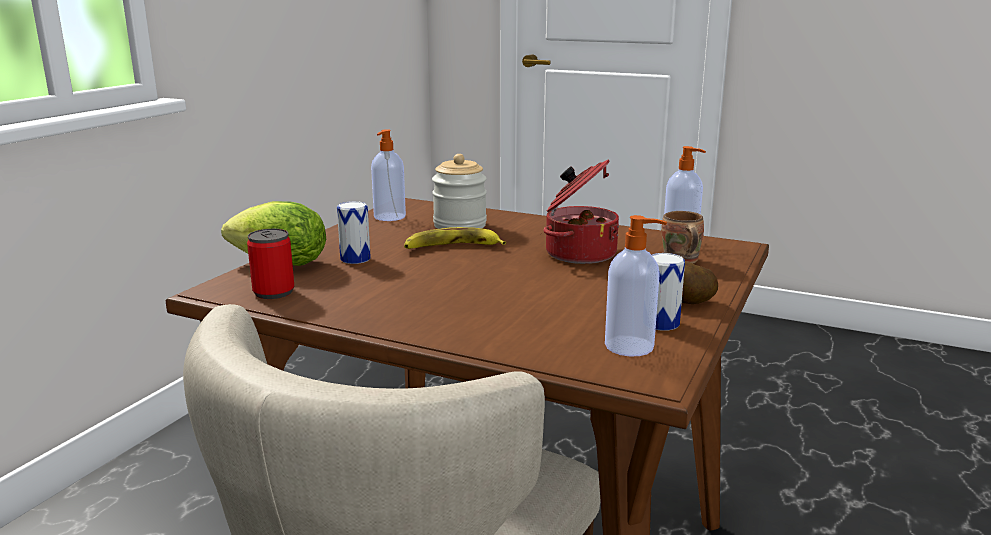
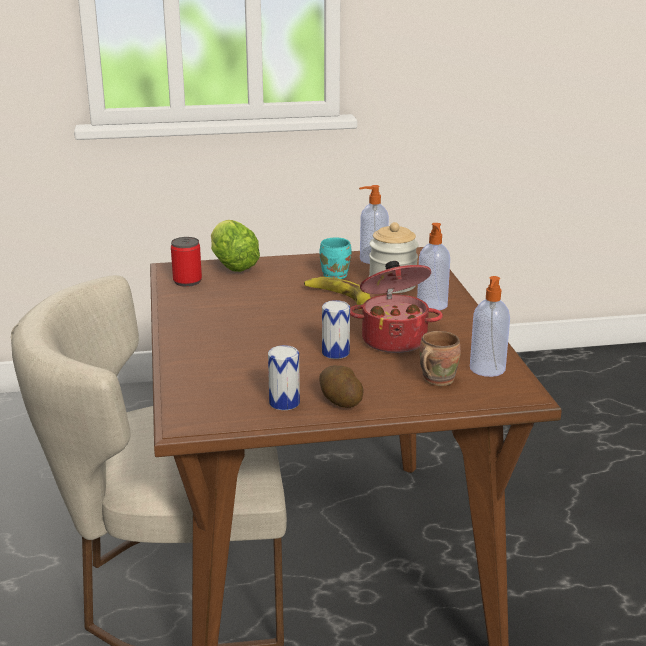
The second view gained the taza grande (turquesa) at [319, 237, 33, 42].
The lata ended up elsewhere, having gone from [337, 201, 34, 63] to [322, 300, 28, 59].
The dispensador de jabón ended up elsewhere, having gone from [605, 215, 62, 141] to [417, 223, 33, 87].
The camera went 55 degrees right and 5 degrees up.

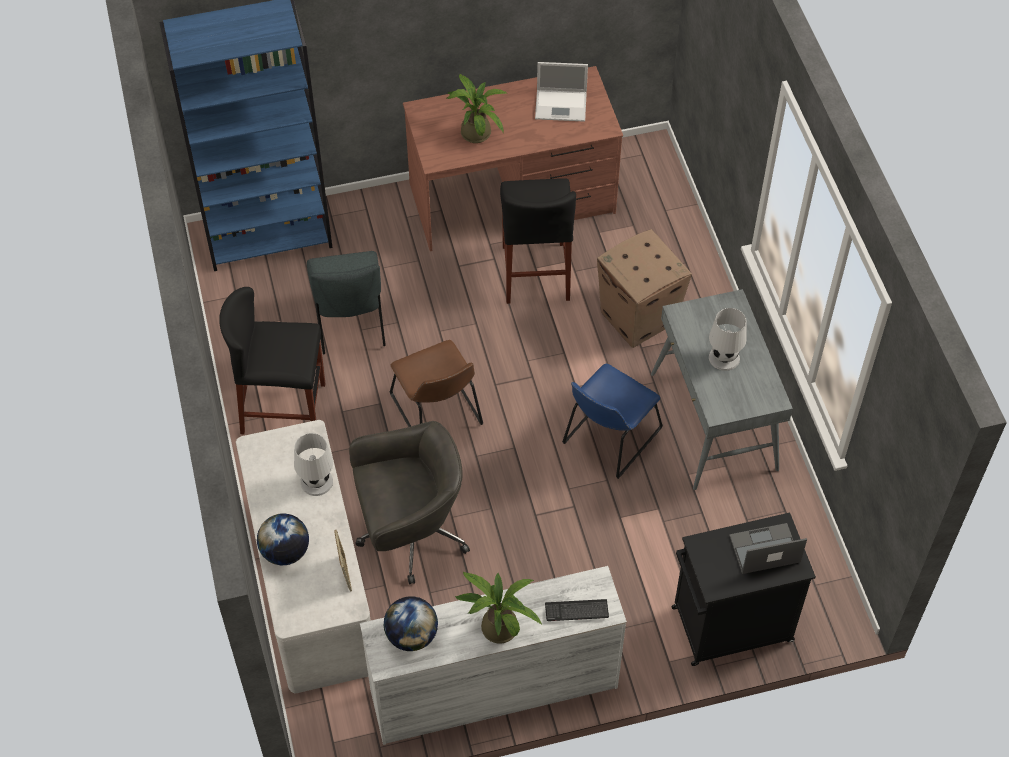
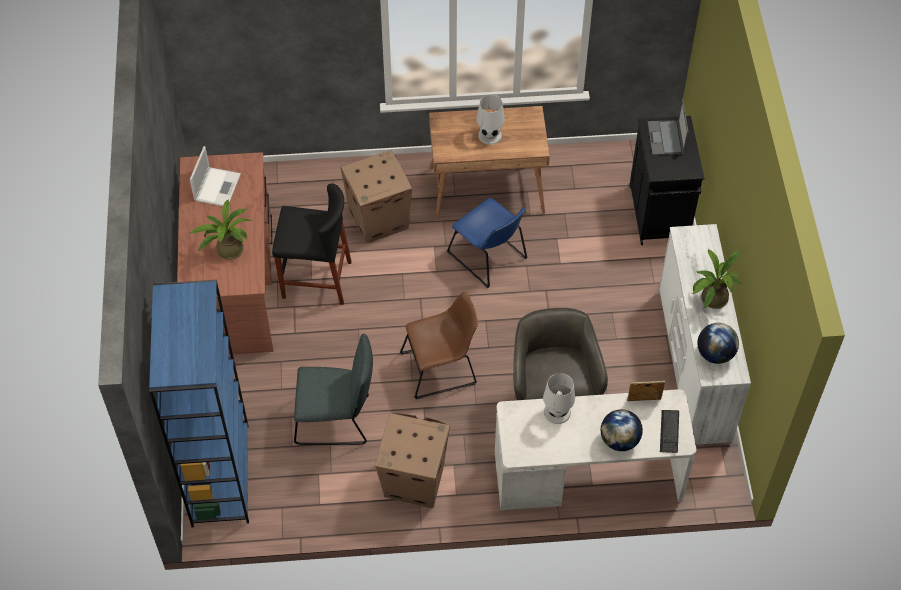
Where the taburete (negro) stood at [219, 287, 107, 147], the caja de cartón came to stand at [375, 413, 75, 95].
What was the escritorio (gris) at [651, 289, 142, 201] turned into the escritorio (marrón) at [429, 106, 121, 115].
The teclado ended up elsewhere, having gone from [545, 599, 64, 22] to [660, 410, 19, 43].
The camera went 80 degrees left and 0 degrees up.

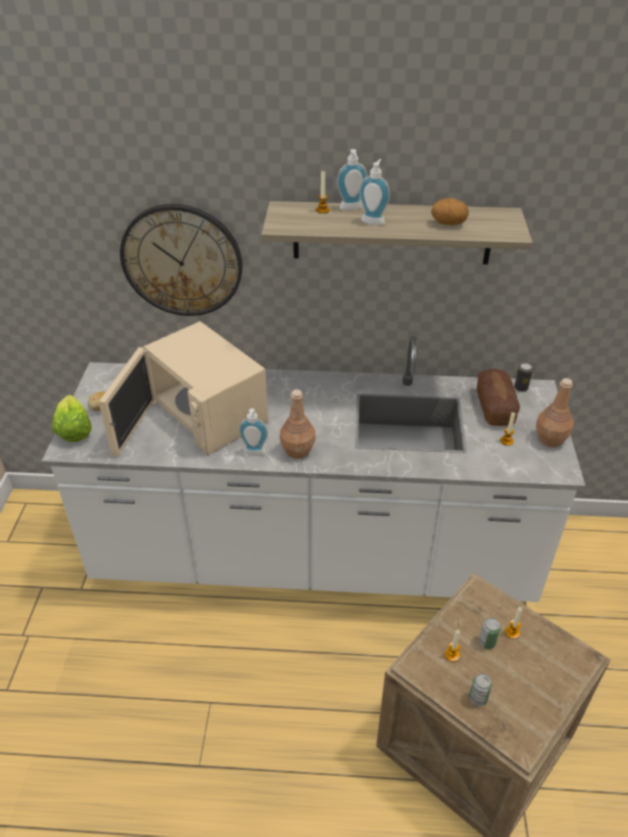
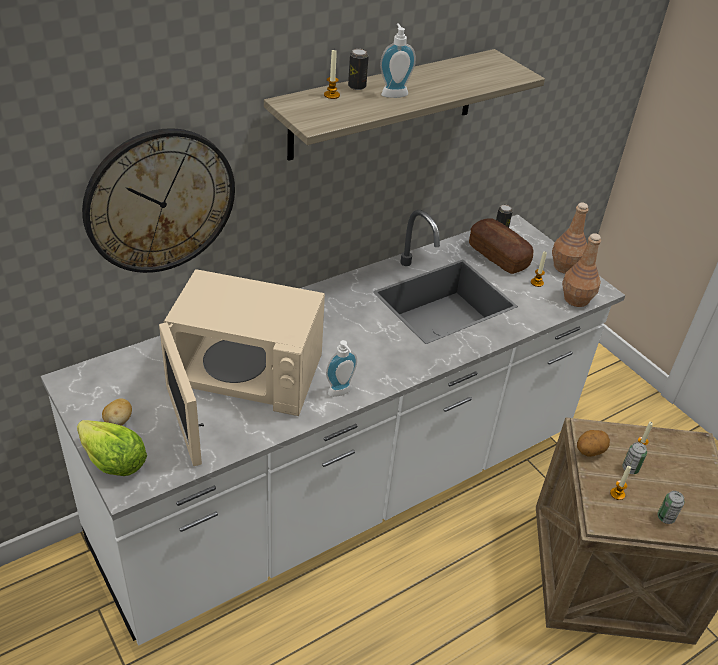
Where the dispensador de jabón stood at [337, 149, 31, 61], the lata came to stand at [348, 49, 21, 41].
The botella (marrón) ended up elsewhere, having gone from [280, 389, 36, 70] to [562, 233, 39, 74].
The patata ended up elsewhere, having gone from [431, 198, 38, 27] to [577, 430, 33, 27].
The camera went 40 degrees left and 0 degrees up.

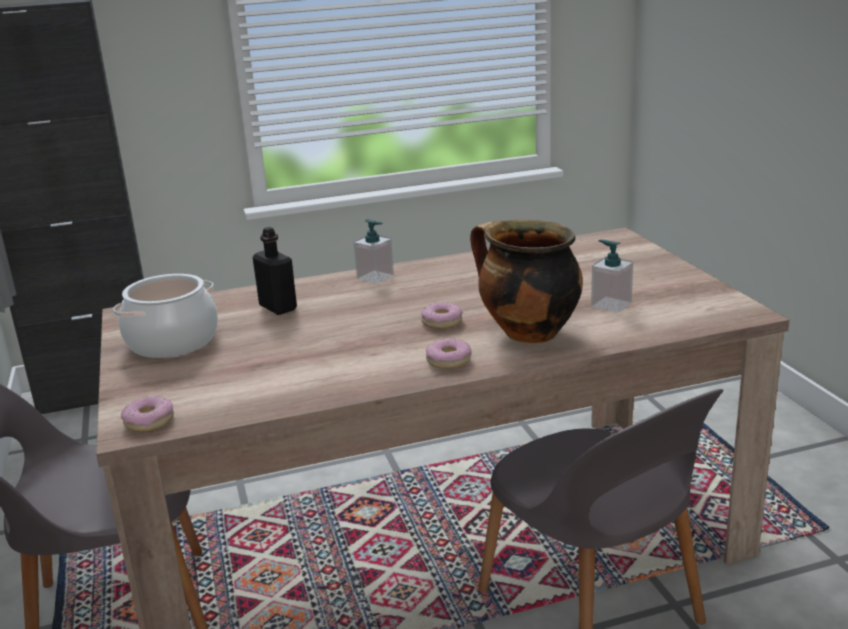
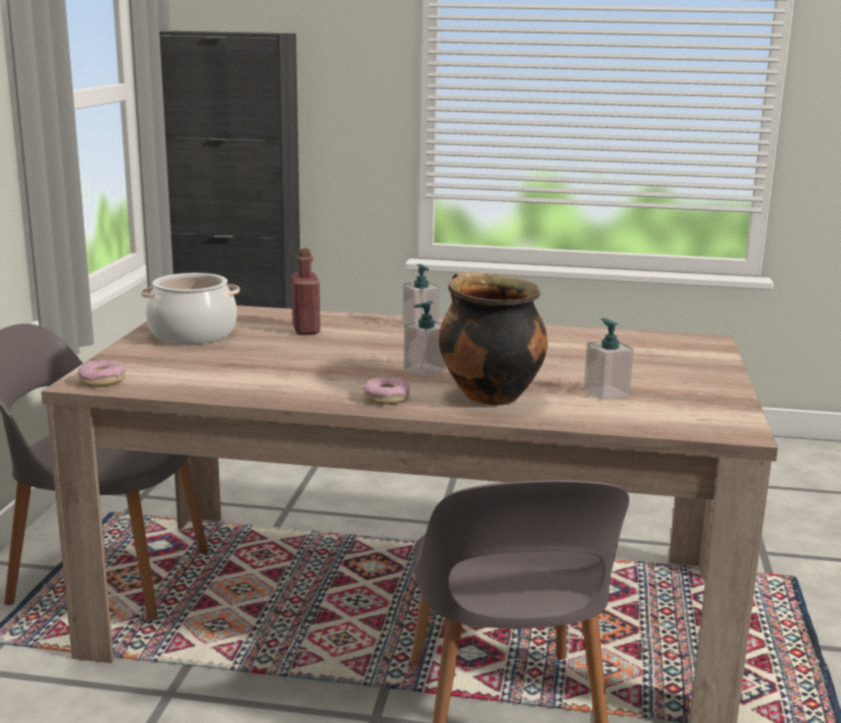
What was the botella (negro) at [252, 227, 45, 88] turned into the botella (rojo) at [292, 248, 28, 87].
Where the rosquilla stood at [421, 302, 42, 27], the dispensador de jabón came to stand at [404, 301, 44, 76].
The camera went 25 degrees right and 5 degrees down.

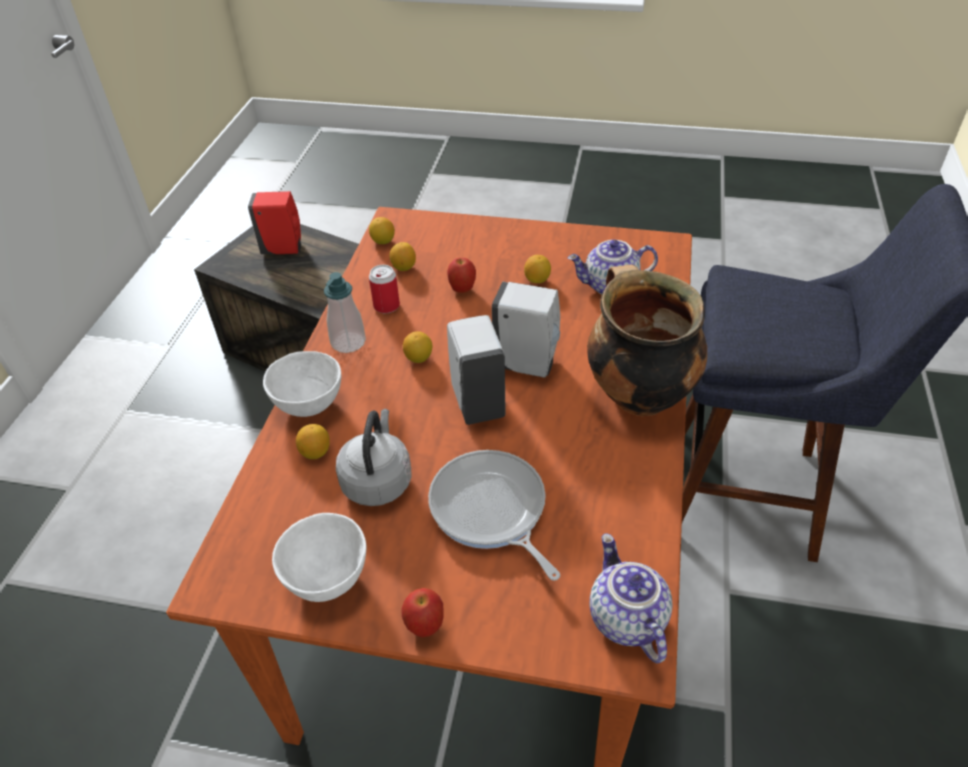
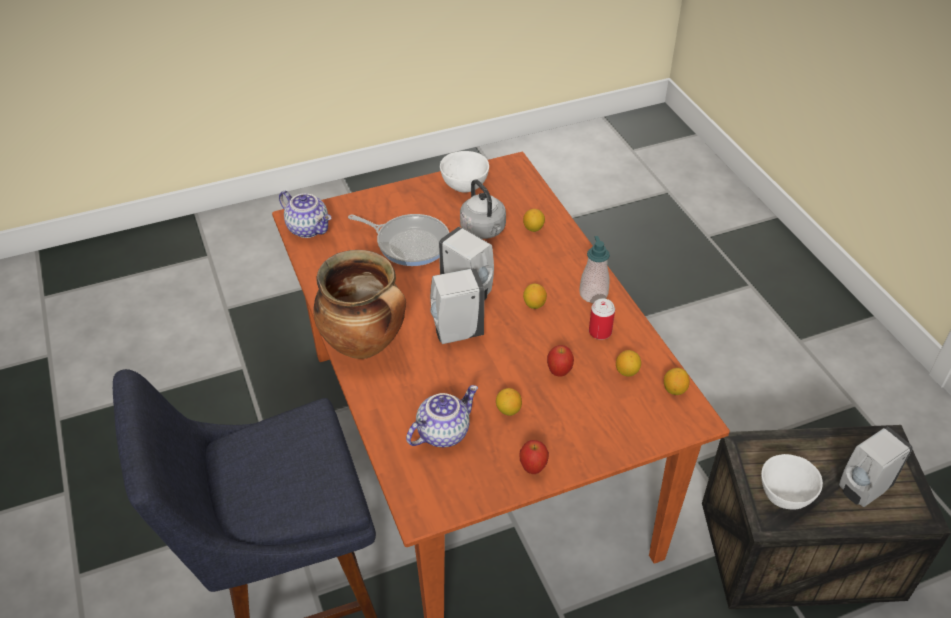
The manzana ended up elsewhere, having gone from [401, 588, 43, 49] to [520, 440, 29, 34].
The cuenco (blanco) ended up elsewhere, having gone from [263, 351, 78, 66] to [761, 454, 62, 56].
What was the dispensador de jabón (rojo) at [248, 191, 53, 63] turned into the dispensador de jabón (blanco) at [839, 427, 74, 80].
The camera went 145 degrees right and 0 degrees up.

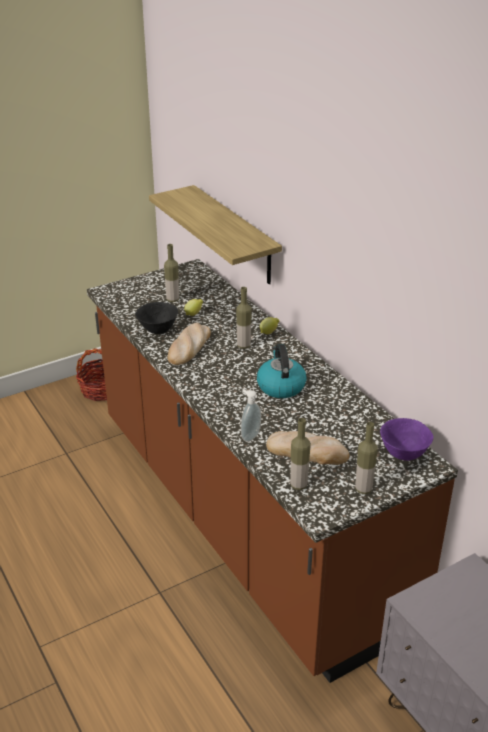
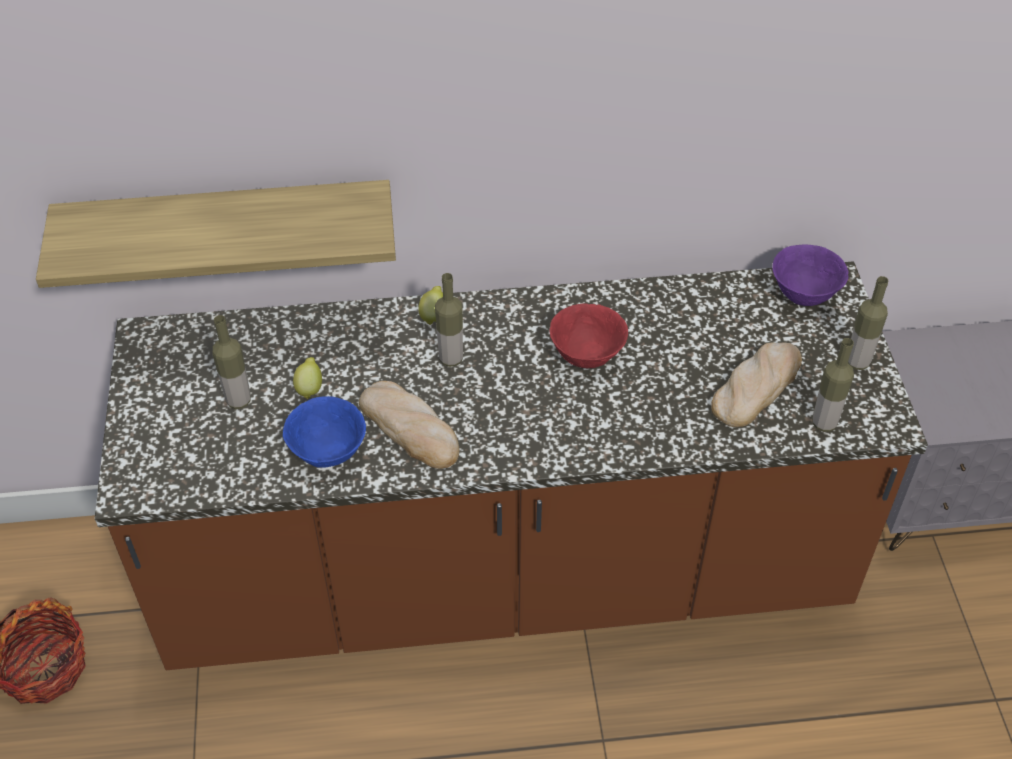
What was the cuenco (negro) at [135, 302, 43, 32] turned into the cuenco (azul) at [283, 396, 83, 72].
Where the hervidor stood at [257, 344, 50, 54], the cuenco (rojo) came to stand at [549, 303, 79, 65].
The second view lost the dispensador de jabón at [241, 389, 20, 53].
The camera went 65 degrees left and 15 degrees up.

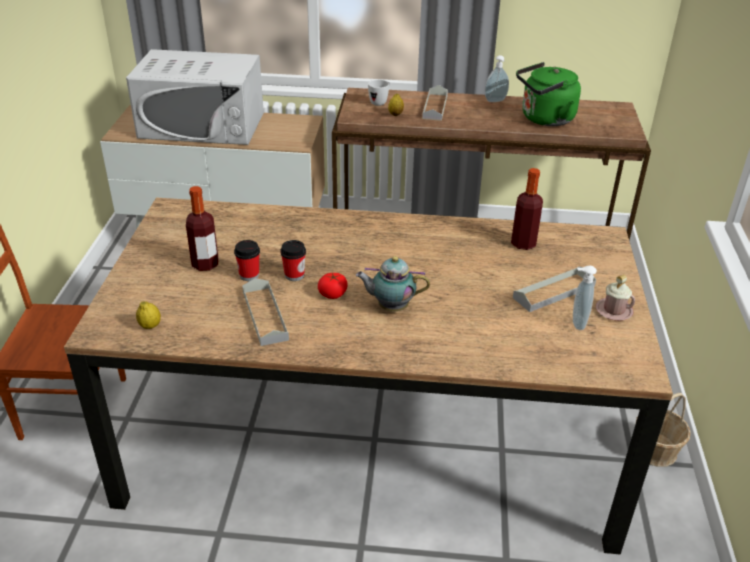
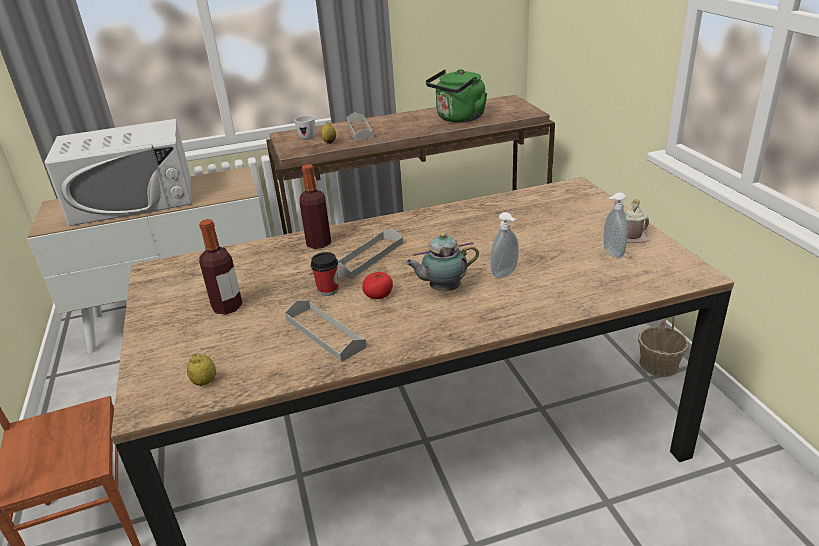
The botella ended up elsewhere, having gone from [511, 168, 32, 82] to [299, 164, 32, 85].
The bandeja (gris) ended up elsewhere, having gone from [513, 266, 83, 46] to [337, 228, 66, 51].
The dispensador de jabón ended up elsewhere, having gone from [485, 55, 24, 47] to [490, 212, 29, 66].
The second view lost the taza at [234, 240, 26, 41].
The camera went 20 degrees left and 5 degrees down.

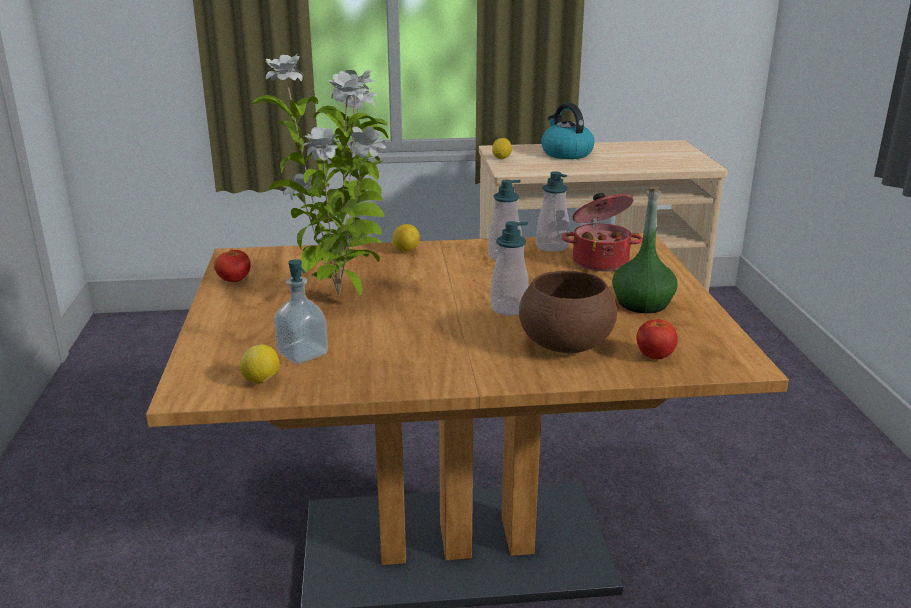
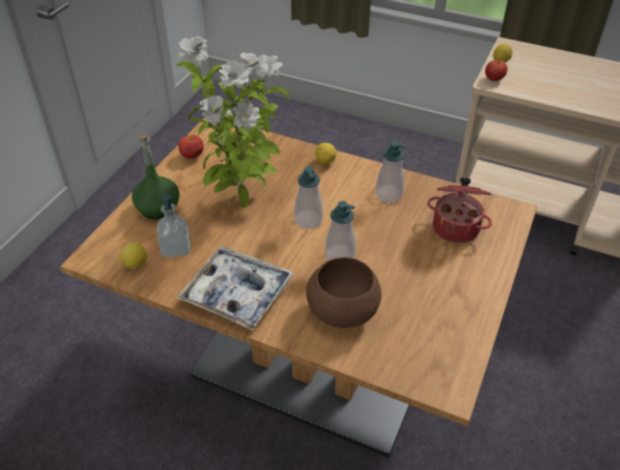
The botella (verde) ended up elsewhere, having gone from [612, 186, 66, 127] to [132, 135, 48, 84].
The second view gained the bandeja at [176, 246, 118, 85].
The dispensador de jabón ended up elsewhere, having gone from [536, 171, 33, 81] to [295, 166, 28, 63].
The tomate ended up elsewhere, having gone from [636, 319, 42, 41] to [485, 60, 22, 21].
The second view lost the hervidor at [541, 103, 54, 56].
The camera went 30 degrees right and 20 degrees up.

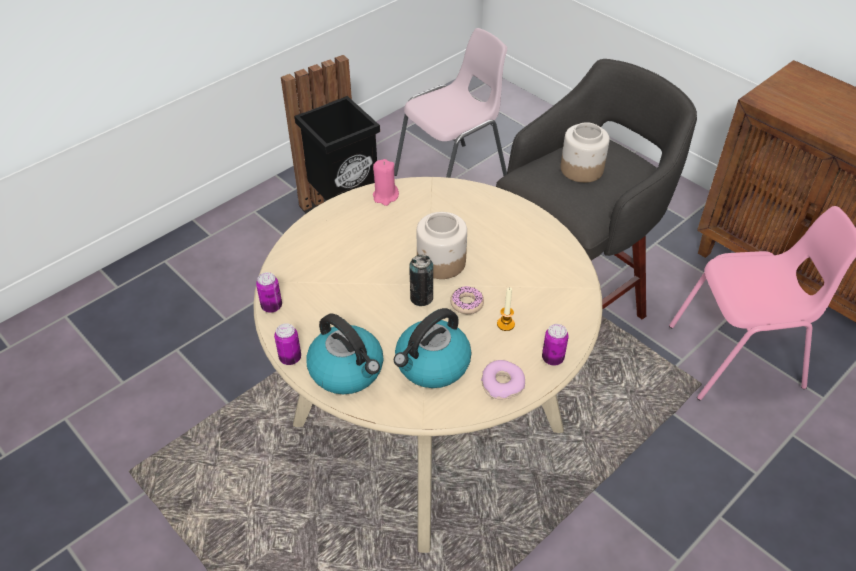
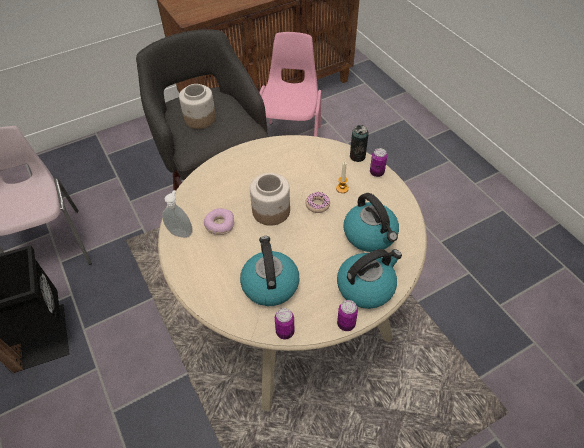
Where the vela (rosa) stood at [373, 159, 26, 47], the dispensador de jabón came to stand at [162, 190, 31, 48].
The rosquilla ended up elsewhere, having gone from [481, 360, 44, 40] to [204, 208, 30, 27].
The second view gained the hervidor at [240, 236, 59, 70].
The lata ended up elsewhere, having gone from [409, 255, 25, 51] to [350, 125, 19, 37].
The camera went 75 degrees left and 5 degrees up.

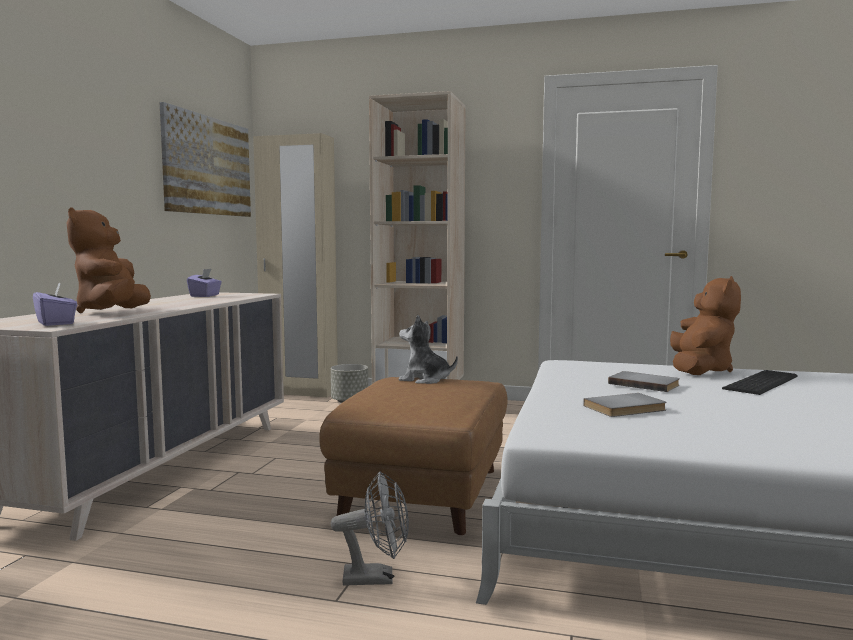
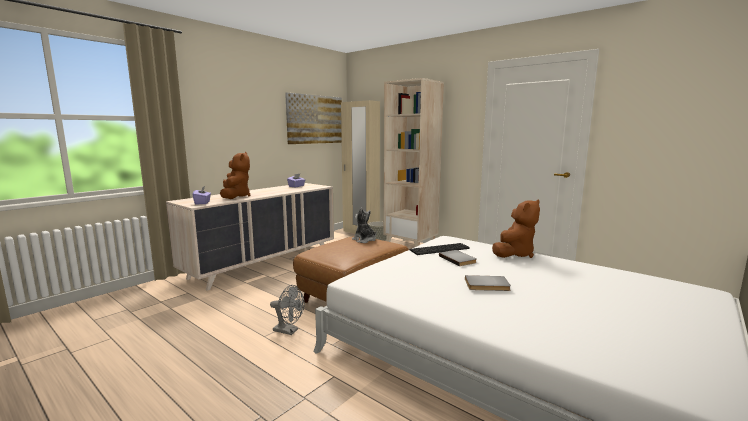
The peluche (marrón) at [66, 207, 85, 106] ended up facing another way, 150 degrees clockwise from before.
The teclado ended up elsewhere, having gone from [722, 370, 76, 25] to [409, 243, 61, 12].
The libro (gris) ended up elsewhere, having gone from [583, 393, 84, 24] to [465, 275, 46, 16].
The camera went 25 degrees right and 5 degrees up.

